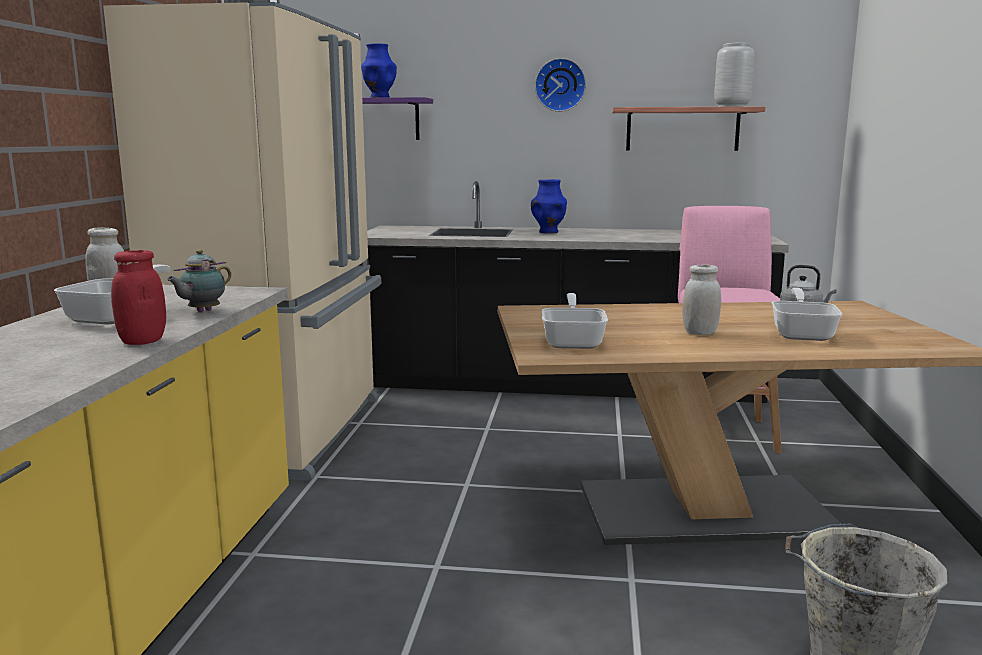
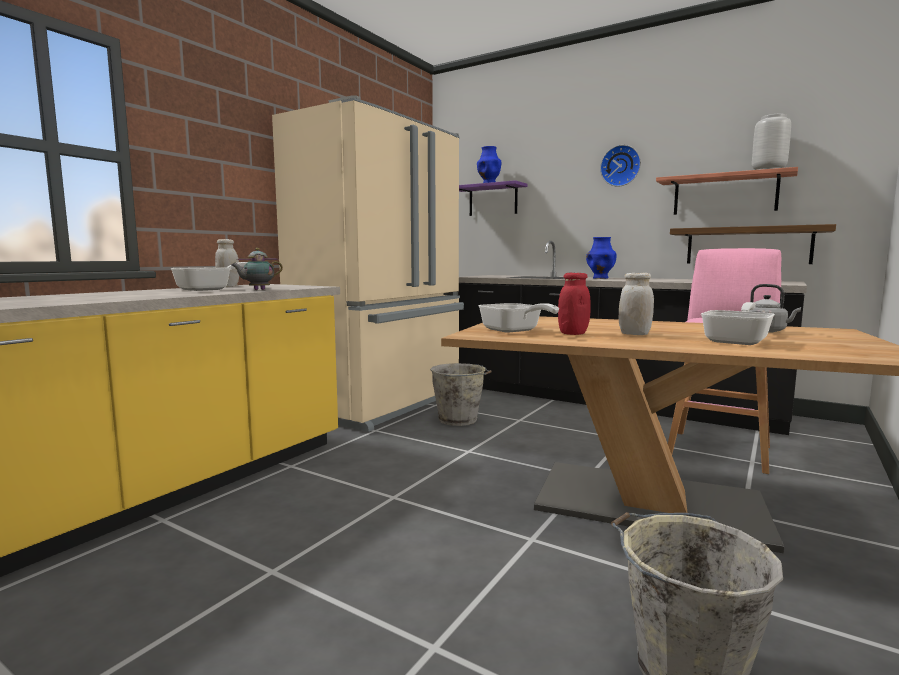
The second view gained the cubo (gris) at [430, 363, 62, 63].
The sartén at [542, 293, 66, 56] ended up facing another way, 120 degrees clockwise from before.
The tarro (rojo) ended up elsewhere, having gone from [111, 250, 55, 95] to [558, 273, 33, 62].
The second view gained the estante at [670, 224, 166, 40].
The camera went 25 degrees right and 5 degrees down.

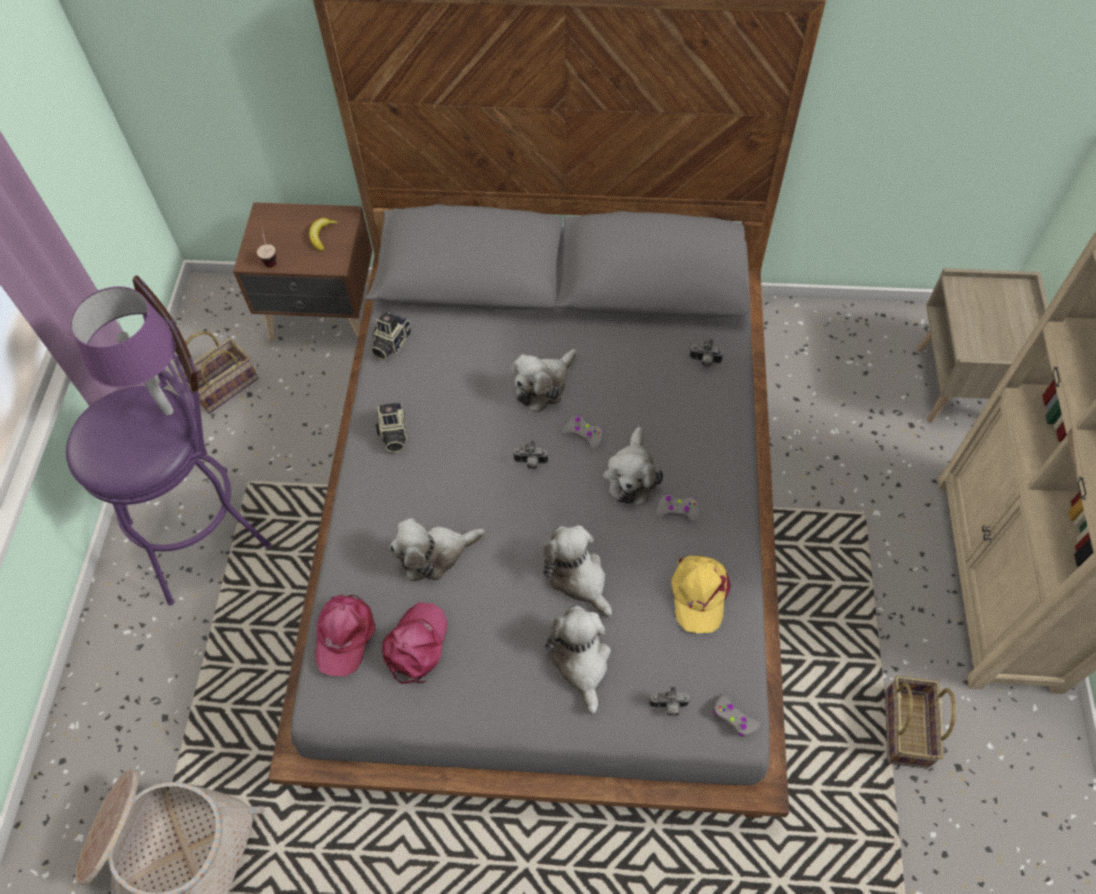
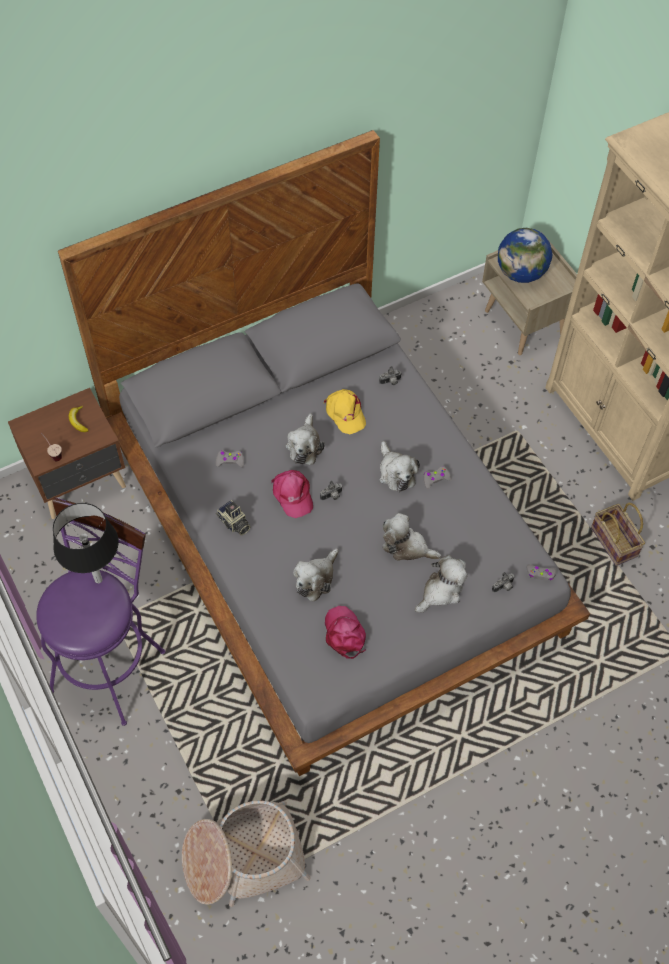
What was the lámpara de mesa (morado) at [70, 286, 106, 130] turned into the lámpara de mesa (negro) at [53, 503, 66, 80].
The mando de consola (gris) ended up elsewhere, having gone from [563, 415, 40, 36] to [216, 450, 28, 17].
The gorra (rosa) ended up elsewhere, having gone from [315, 595, 61, 81] to [271, 470, 42, 48].
The gorra (amarillo) ended up elsewhere, having gone from [672, 555, 59, 78] to [324, 389, 42, 45].
The peluche at [545, 605, 66, 110] ended up facing another way, 90 degrees clockwise from before.
The second view gained the globo terráqueo at [498, 228, 54, 55].
The second view lost the cesta at [178, 331, 80, 83].
The second view lost the cámara at [371, 312, 40, 48].
The camera went 35 degrees left and 0 degrees up.

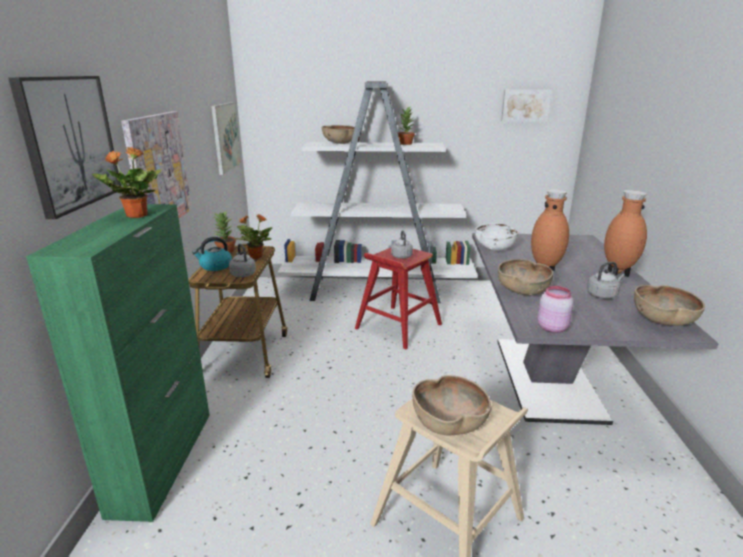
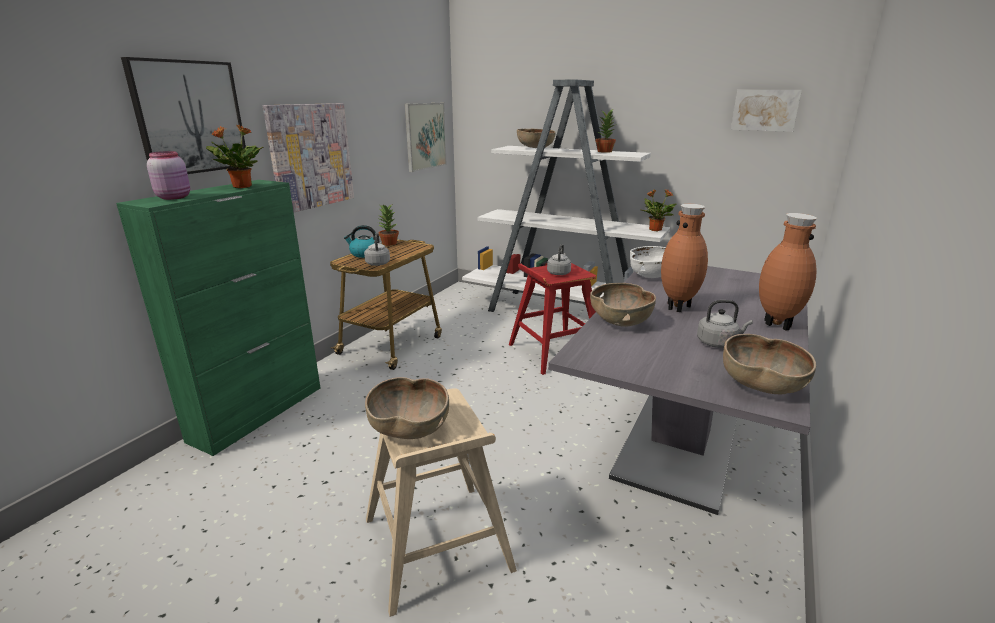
The tarro (rosa) ended up elsewhere, having gone from [537, 286, 37, 47] to [147, 151, 43, 49].
The planta en maceta ended up elsewhere, having gone from [234, 215, 38, 44] to [641, 189, 35, 42].
The camera went 25 degrees right and 0 degrees up.

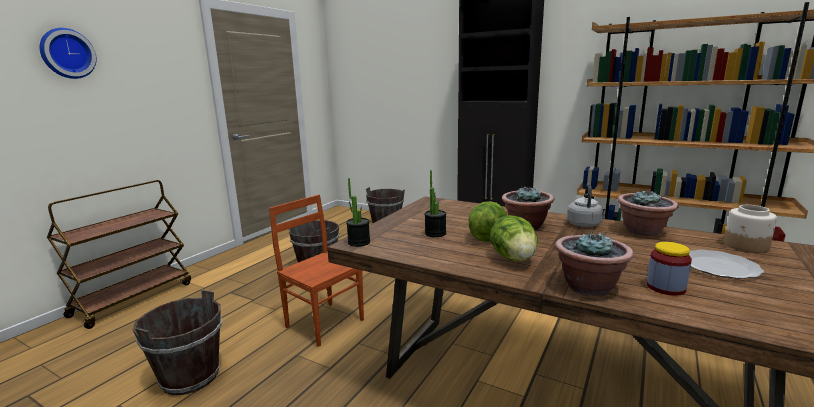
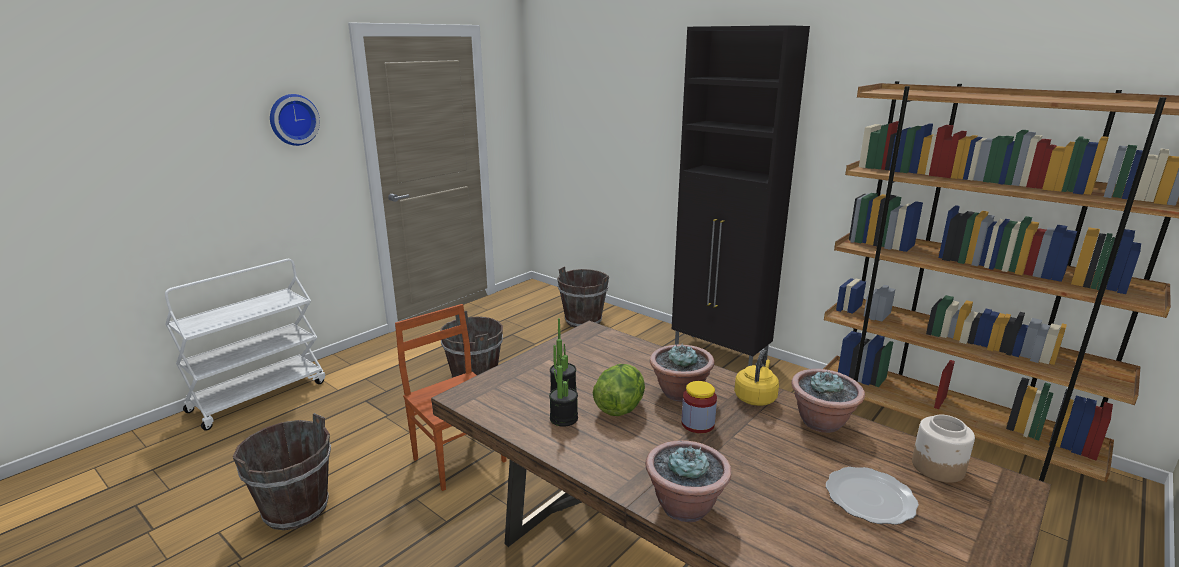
What was the carrito (marrón) at [47, 180, 144, 149] turned into the carrito (blanco) at [165, 259, 160, 171].
The reloj de pared ended up elsewhere, having gone from [40, 28, 57, 51] to [270, 94, 50, 52].
The planta en maceta ended up elsewhere, having gone from [346, 178, 24, 69] to [549, 345, 29, 82].
The tarro ended up elsewhere, having gone from [647, 242, 45, 54] to [681, 381, 36, 52].
What was the hervidor (gris) at [567, 184, 36, 43] turned into the hervidor (amarillo) at [734, 350, 45, 56].
The second view lost the lechuga at [490, 215, 48, 46].
The camera went 10 degrees right and 5 degrees up.

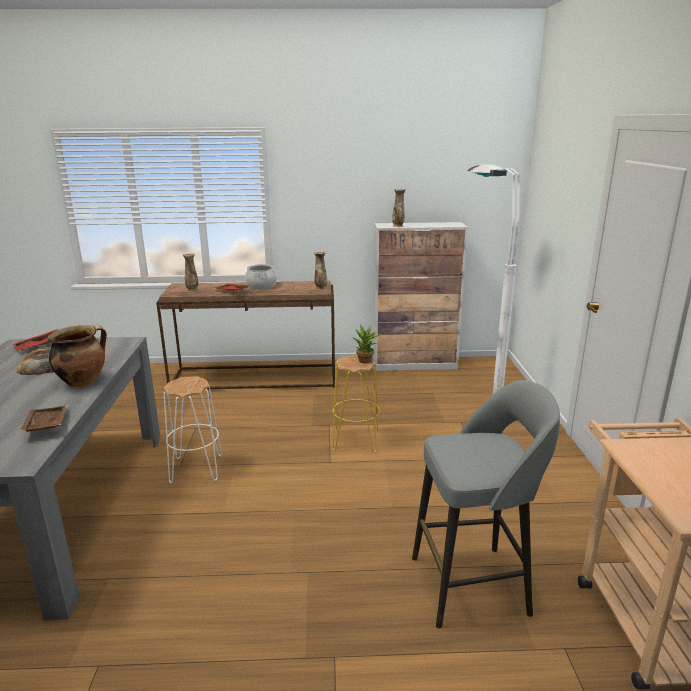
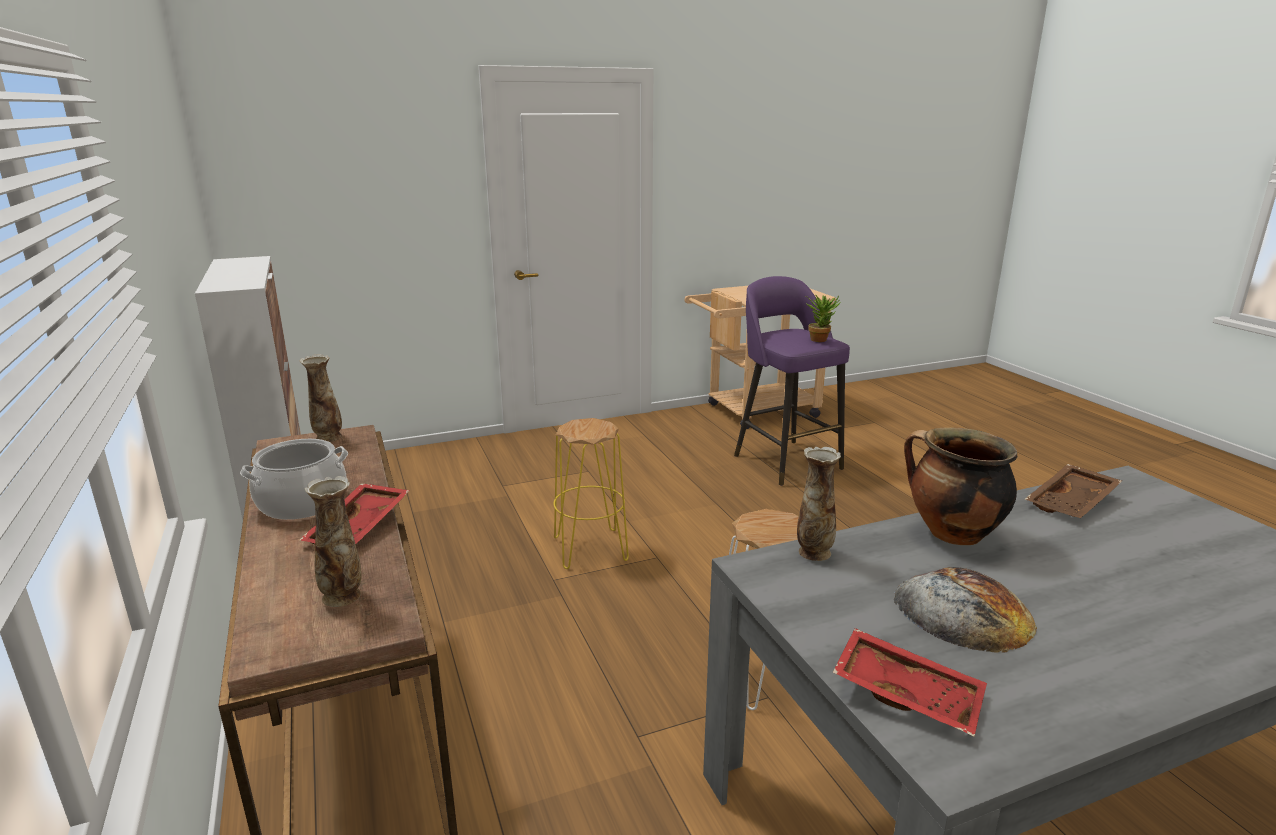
What was the taburete (gris) at [412, 380, 148, 248] turned into the taburete (morado) at [734, 276, 116, 210].
The florero ended up elsewhere, having gone from [392, 189, 14, 38] to [797, 447, 44, 114].
The planta en maceta ended up elsewhere, having gone from [352, 324, 30, 39] to [806, 295, 35, 47].
The second view lost the lámpara de pie (blanco) at [468, 165, 52, 230].
The camera went 110 degrees left and 0 degrees up.

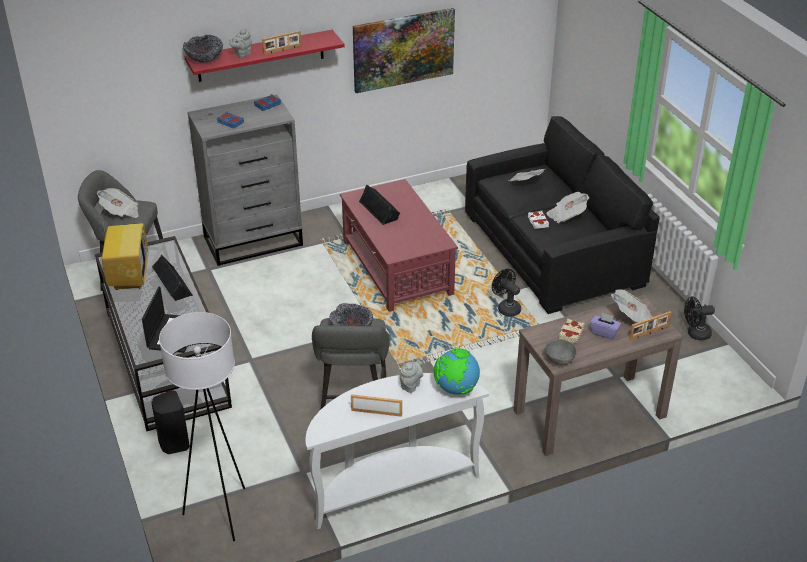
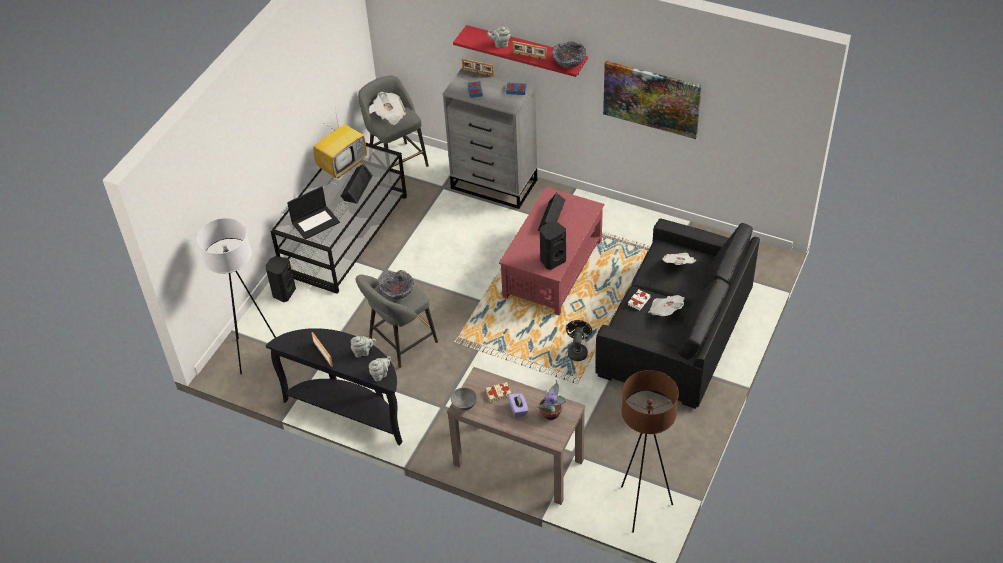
What was the mesa consola (blanco) at [306, 373, 183, 156] turned into the mesa consola (negro) at [266, 328, 137, 117].
Where the globo terráqueo stood at [434, 348, 46, 47], the tetera (gris) came to stand at [369, 356, 22, 25].
The portarretratos ended up elsewhere, having gone from [629, 311, 43, 29] to [462, 58, 32, 18].
Where the periódico stood at [611, 289, 41, 33], the planta en maceta came to stand at [536, 380, 30, 40].
The second view gained the altavoz (negro) at [540, 221, 26, 49].
The cuenco ended up elsewhere, having gone from [183, 35, 40, 28] to [552, 41, 34, 27].
The second view gained the lámpara de pie (marrón) at [621, 370, 58, 163].
The second view lost the ventilador (negro) at [684, 297, 31, 43].
The camera went 50 degrees right and 10 degrees up.

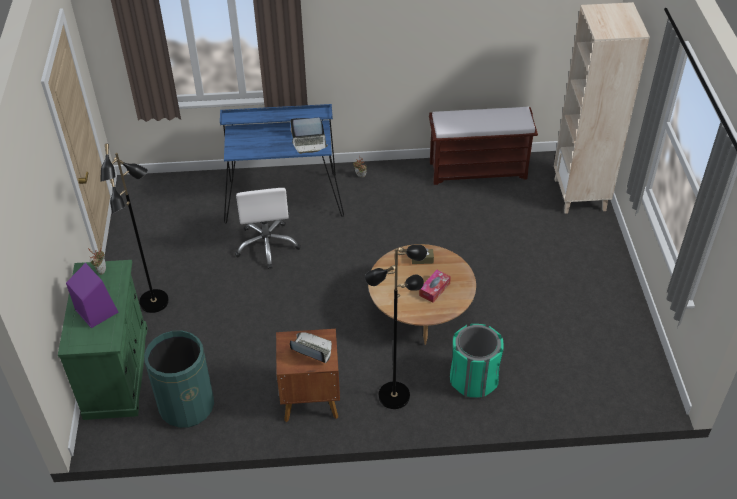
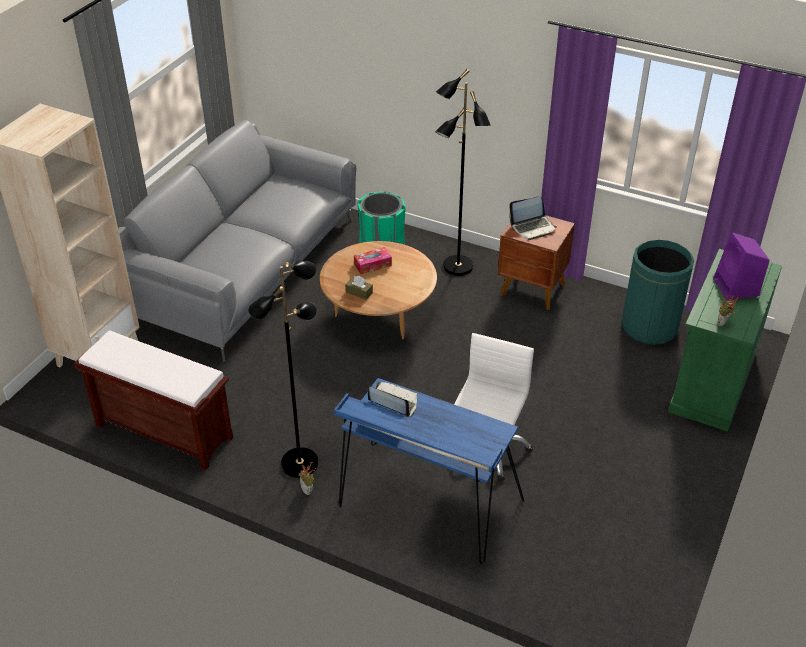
The second view gained the sofá (gris) at [119, 120, 237, 242].
The lámpara de pie (negro) ended up elsewhere, having gone from [100, 144, 69, 169] to [248, 261, 71, 217].
The portátil at [290, 332, 42, 32] ended up facing another way, 75 degrees counterclockwise from before.
The camera went 150 degrees left and 5 degrees down.

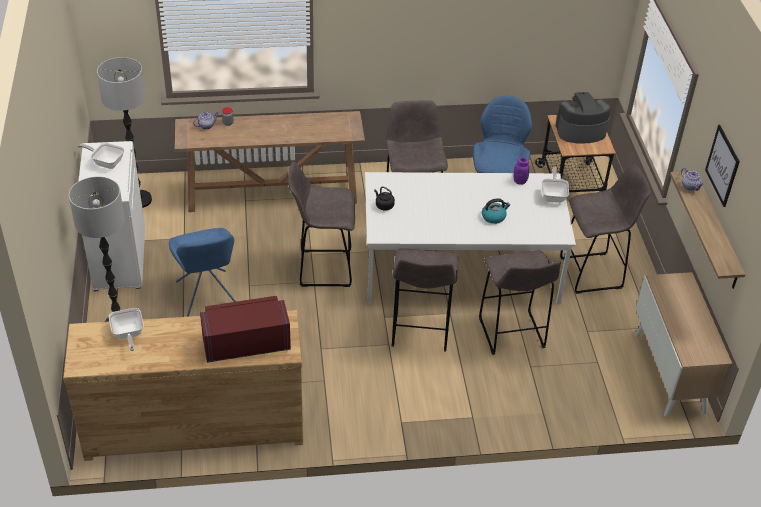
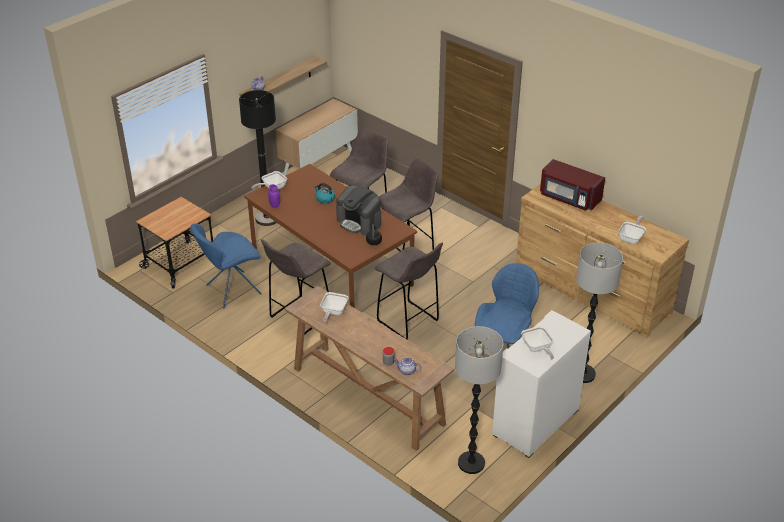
Where the taburete (gris) stood at [560, 165, 91, 129], the lámpara de pie (negro) came to stand at [239, 90, 37, 136].
What was the mesa de comedor (blanco) at [365, 172, 211, 133] turned into the mesa de comedor (marrón) at [244, 164, 173, 144].
The second view gained the sartén at [320, 292, 29, 30].
The cafetera ended up elsewhere, having gone from [555, 92, 56, 52] to [336, 185, 45, 51].
The second view lost the cuadro at [705, 125, 35, 82].
The camera went 130 degrees left and 5 degrees down.

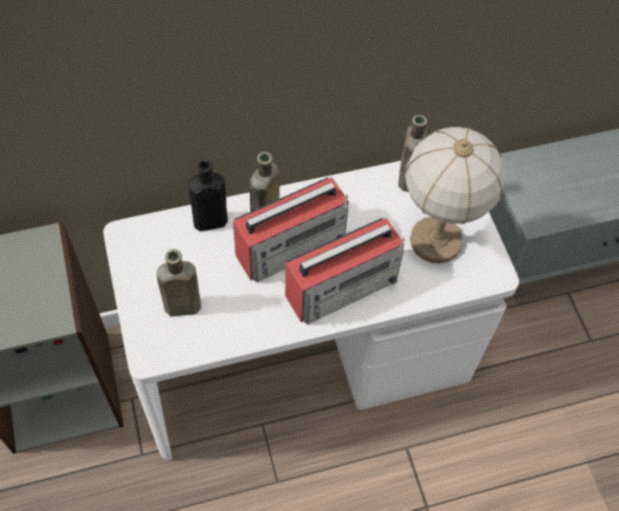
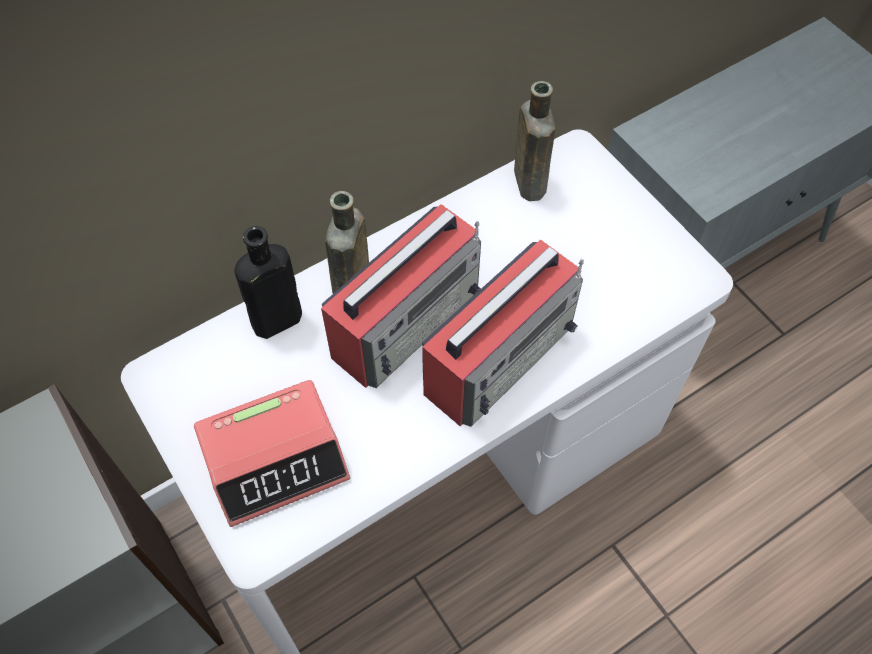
Where the botella (marrón) stood at [157, 249, 44, 67], the despertador came to stand at [194, 380, 156, 147].
The second view lost the lámpara de mesa at [404, 127, 101, 137].
The camera went 15 degrees left and 0 degrees up.

